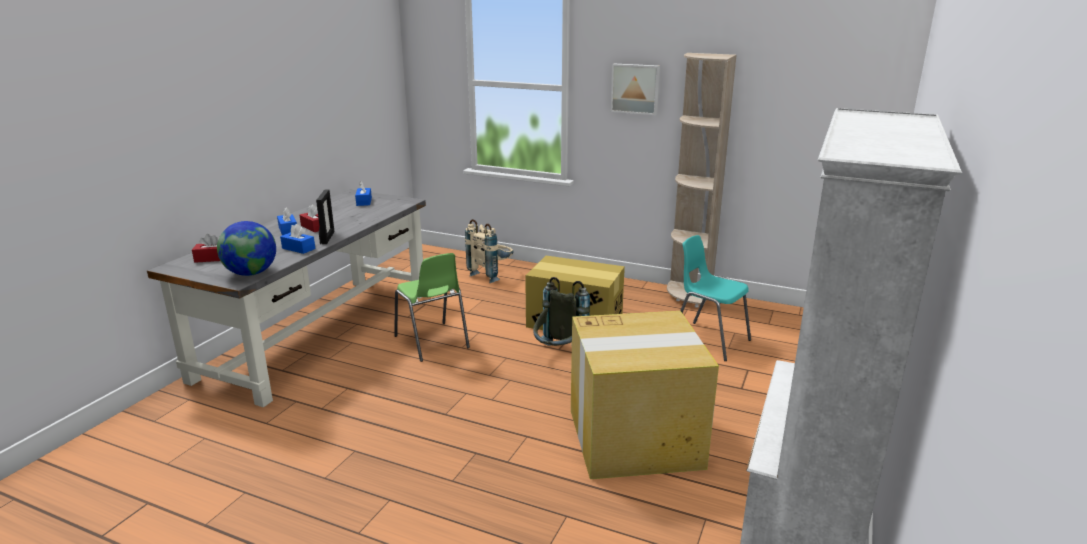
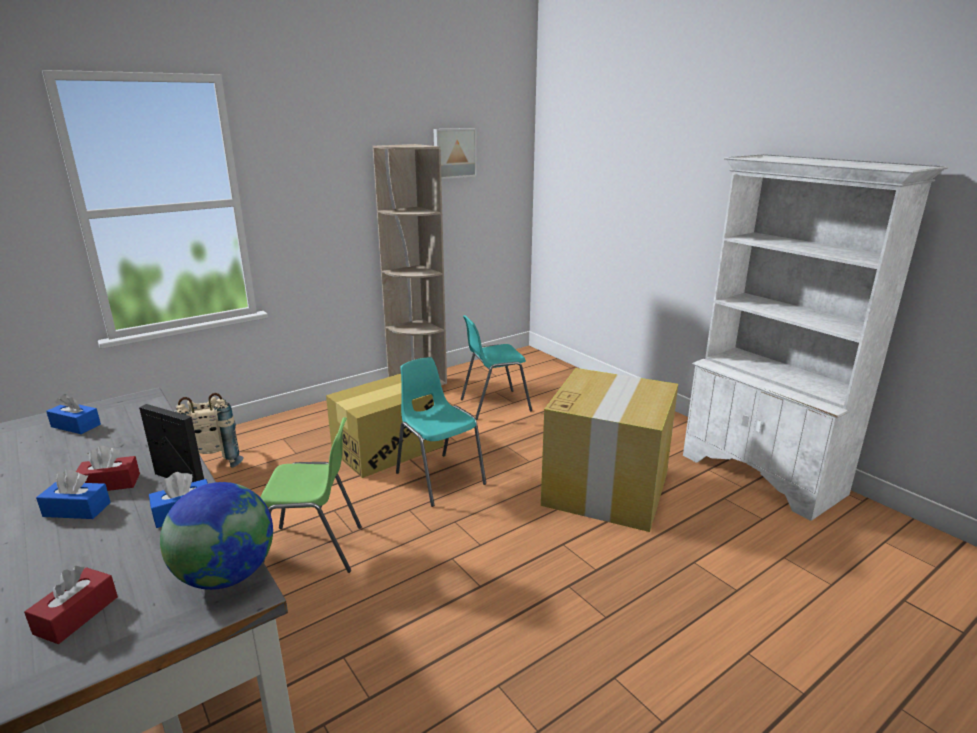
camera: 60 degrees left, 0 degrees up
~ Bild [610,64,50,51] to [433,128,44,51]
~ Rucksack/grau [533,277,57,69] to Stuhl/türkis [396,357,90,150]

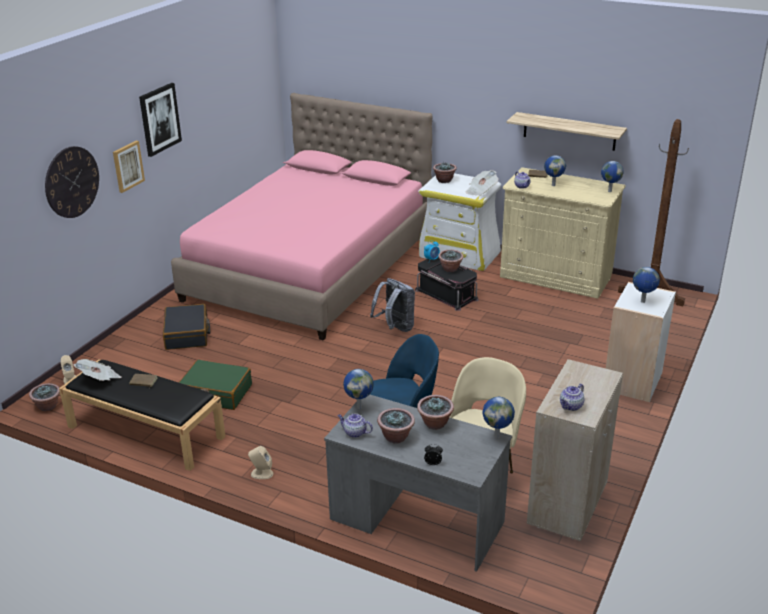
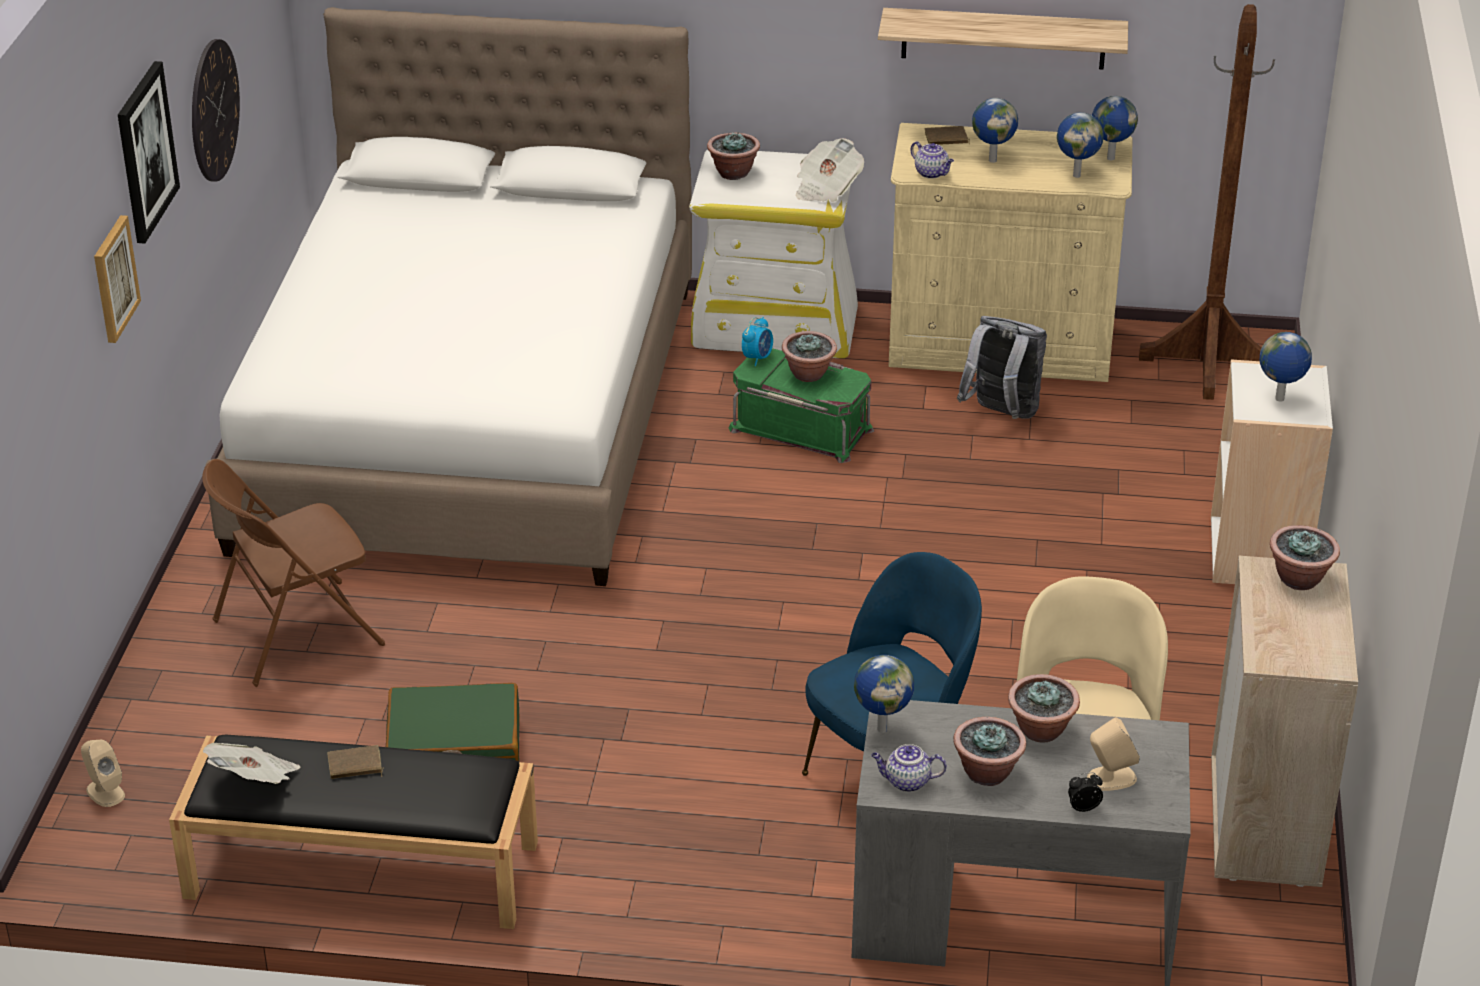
camera: 20 degrees left, 5 degrees up
- Teekanne [560,384,25,27]
~ Topfpflanze [29,383,31,28] to [1270,525,70,65]
~ Wanduhr [45,146,54,72] to [192,39,48,143]
~ Lautsprecher/beige [248,446,25,33] to [1087,717,53,74]
~ Rucksack/grau [370,278,45,54] to [957,316,90,103]
~ Globus [483,397,32,42] to [1057,112,47,66]
~ Koffer/schwarz [163,304,47,46] to Stuhl/braun [202,459,183,228]
~ Bett/rosa [171,93,261,247] to Bett/weiß [205,7,487,579]
~ Aufbewahrungsbox/schwarz [415,257,64,54] to Aufbewahrungsbox/grün [729,348,145,115]

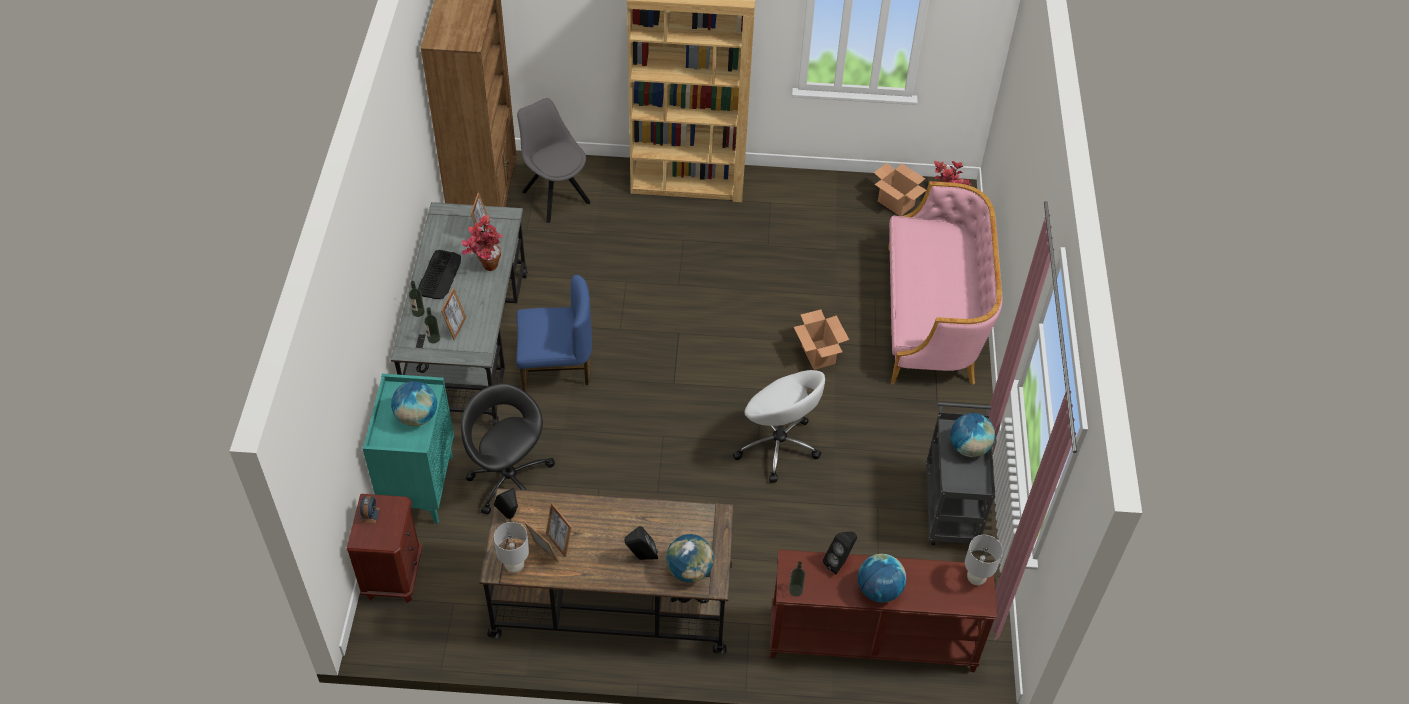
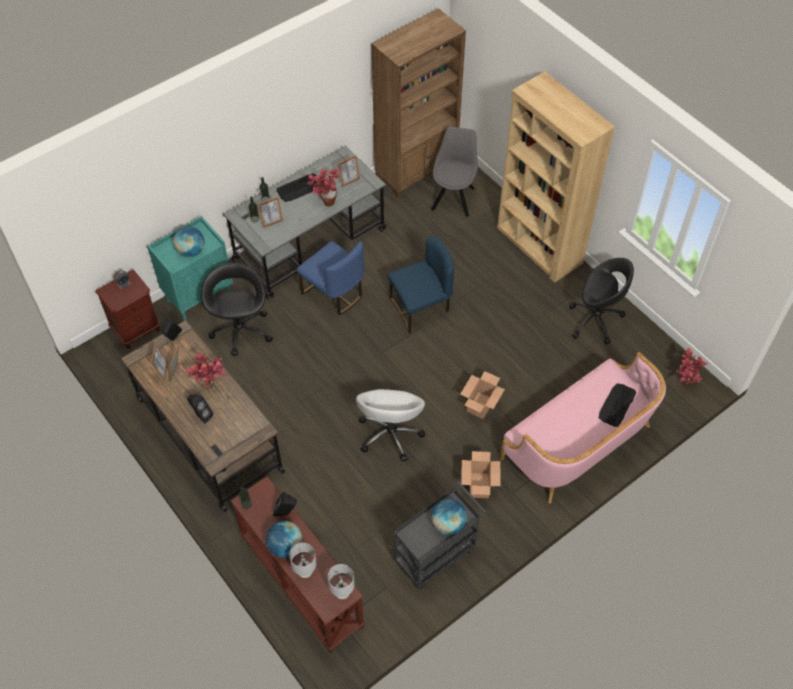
camera: 50 degrees right, 5 degrees up
- Globus [666,534,48,49]
+ Topfpflanze [185,353,40,36]
+ Stuhl/blau [388,236,66,97]
+ Bürostuhl/schwarz [569,258,65,86]
+ Tastatur [599,383,37,44]
~ Tischlampe/grau [494,522,35,51] to [289,543,28,35]
~ Karton [874,163,52,53] to [461,451,39,47]

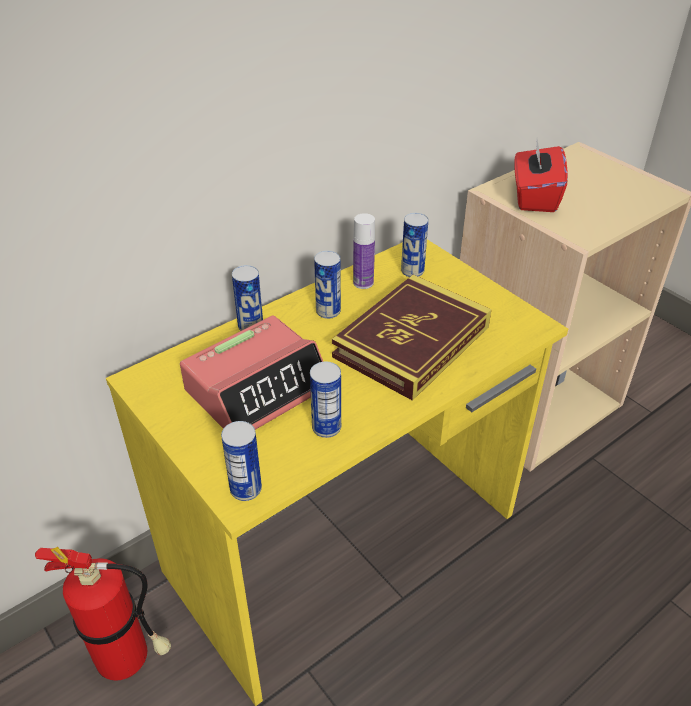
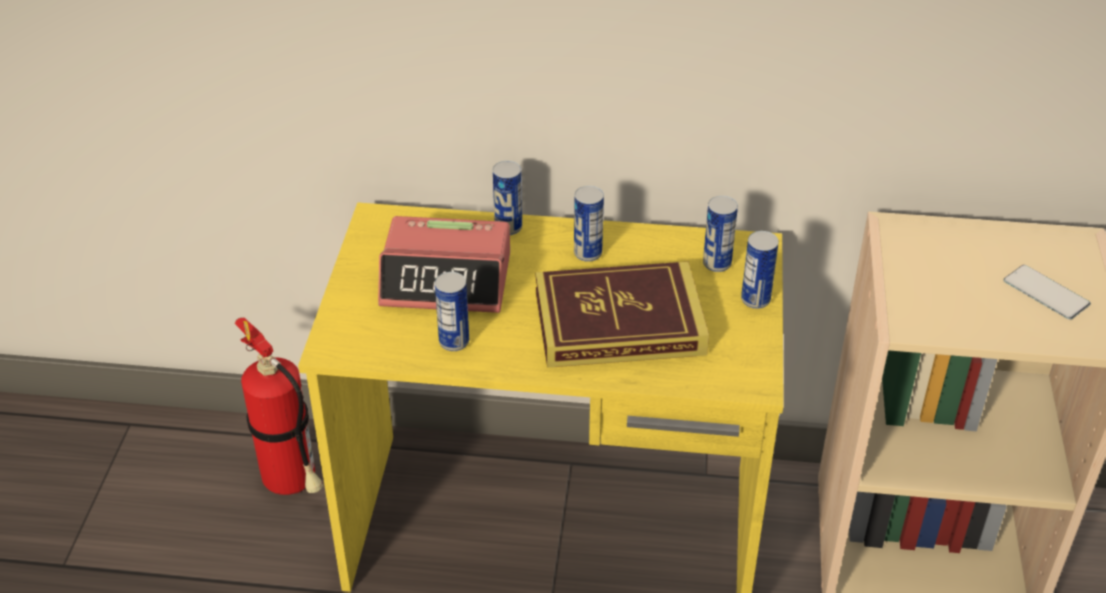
camera: 45 degrees right, 0 degrees up
- Flasche [353,213,22,76]
- Taschentuchbox/rot [514,140,54,72]
+ Handy [1003,265,88,55]
~ Dose [221,421,41,80] to [741,231,38,78]

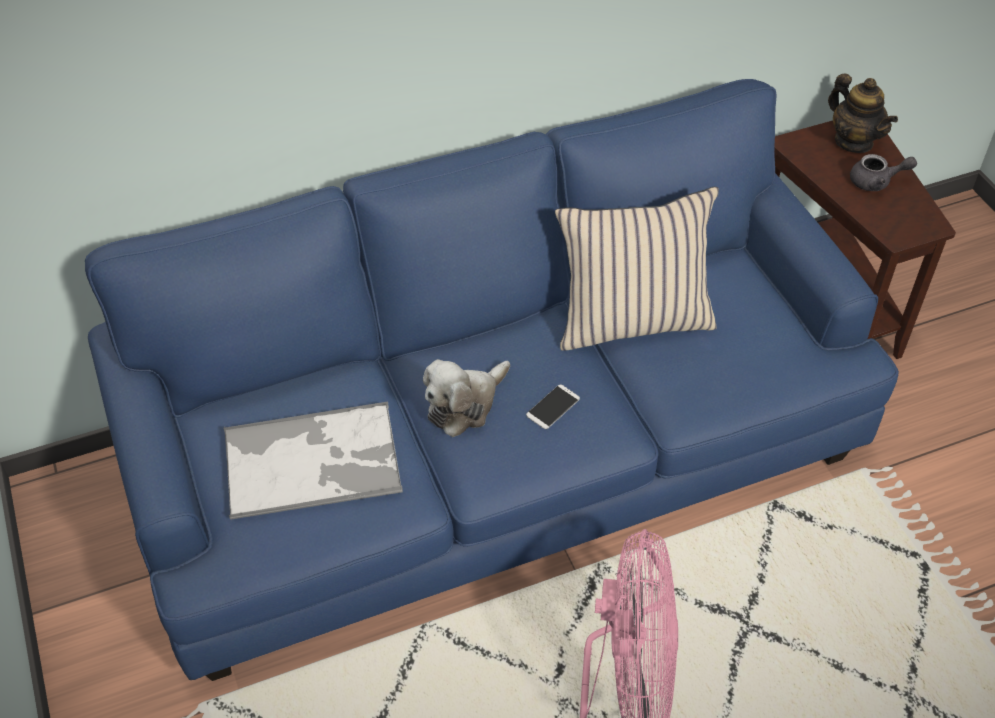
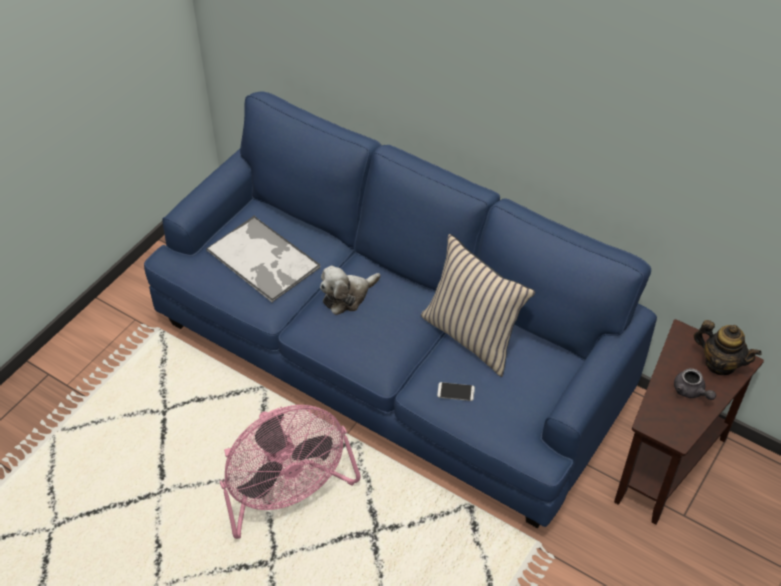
camera: 55 degrees right, 0 degrees up
~ Handy [526,385,54,44] to [437,382,38,19]
~ Plüschtier [423,359,87,78] = [320,265,61,50] 45 degrees counterclockwise
~ Teekanne [828,74,70,79] = [694,320,68,55] 75 degrees counterclockwise

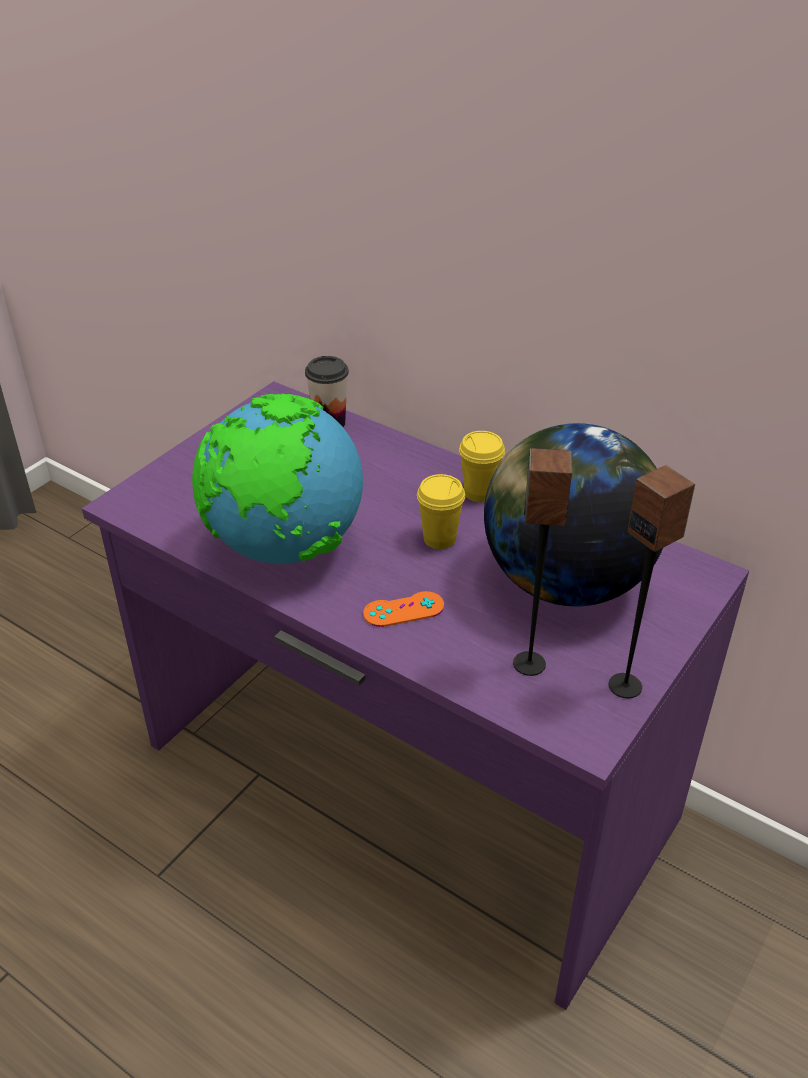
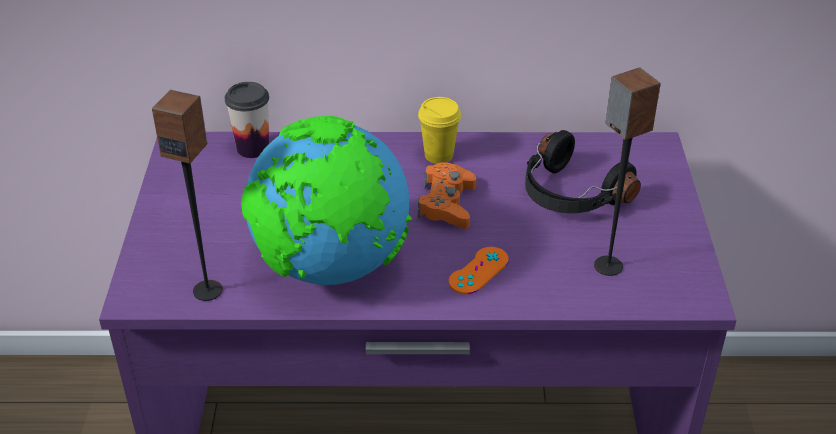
camera: 35 degrees left, 0 degrees up
~ Lautsprecher [609,465,86,233] to [152,90,71,211]
~ Tasse/gelb [417,474,48,75] to Gamepad/orange [418,162,58,67]
~ Globus [484,423,179,183] to Kopfhörer/schwarz [525,130,116,83]

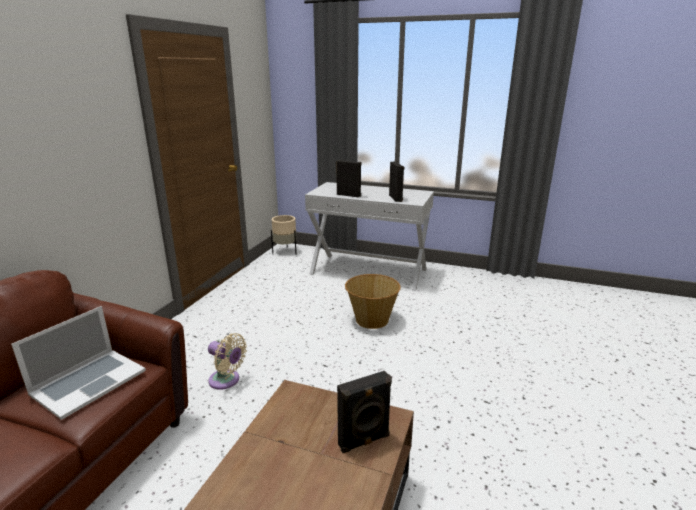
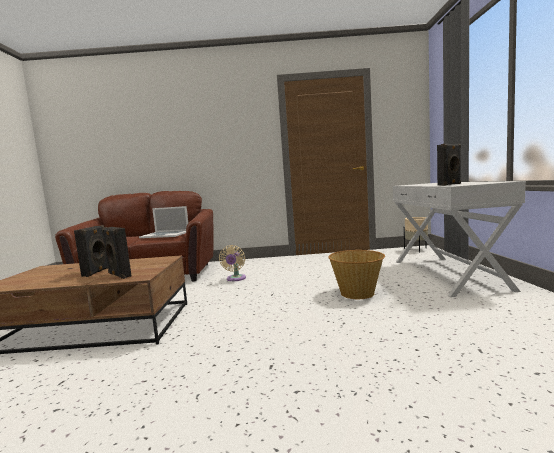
camera: 70 degrees right, 15 degrees down
~ Lautsprecher/schwarz [336,160,26,37] to [74,225,34,52]

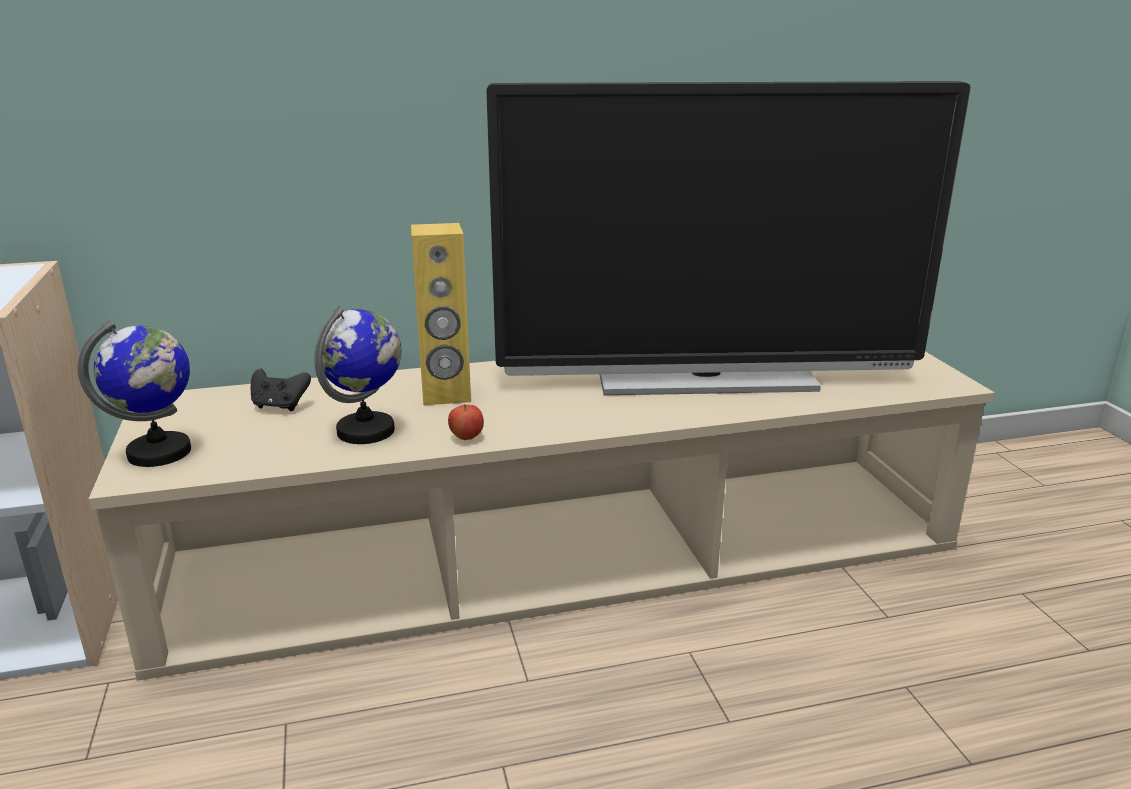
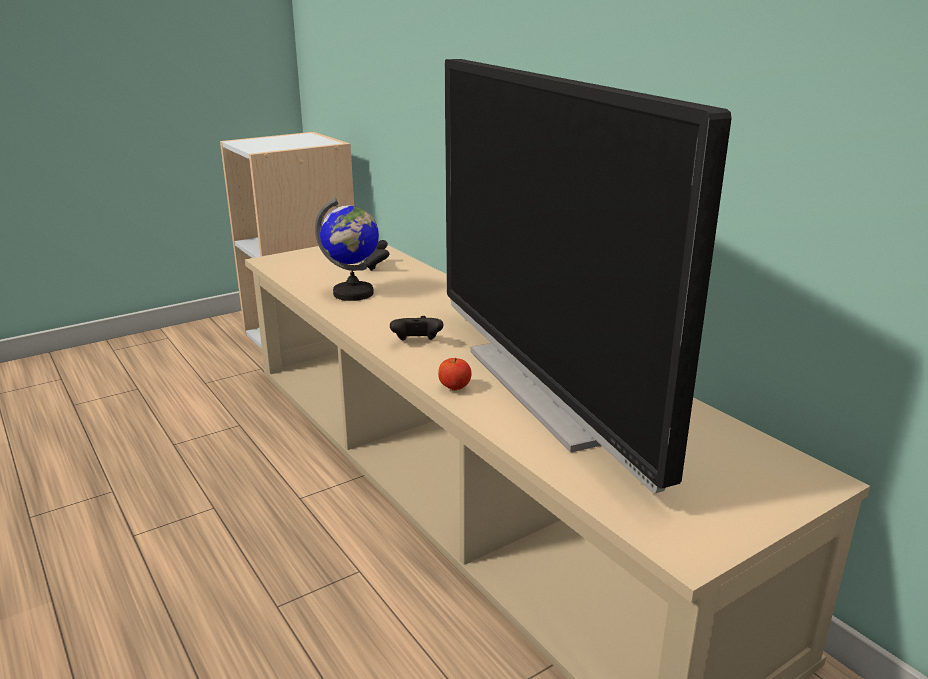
camera: 70 degrees right, 0 degrees up
- Globus [78,319,113,148]
- Lautsprecher/gelb [411,223,60,182]
+ Gamepad/schwarz [390,316,53,24]
~ Apfel [448,405,36,35] to [438,358,34,33]

